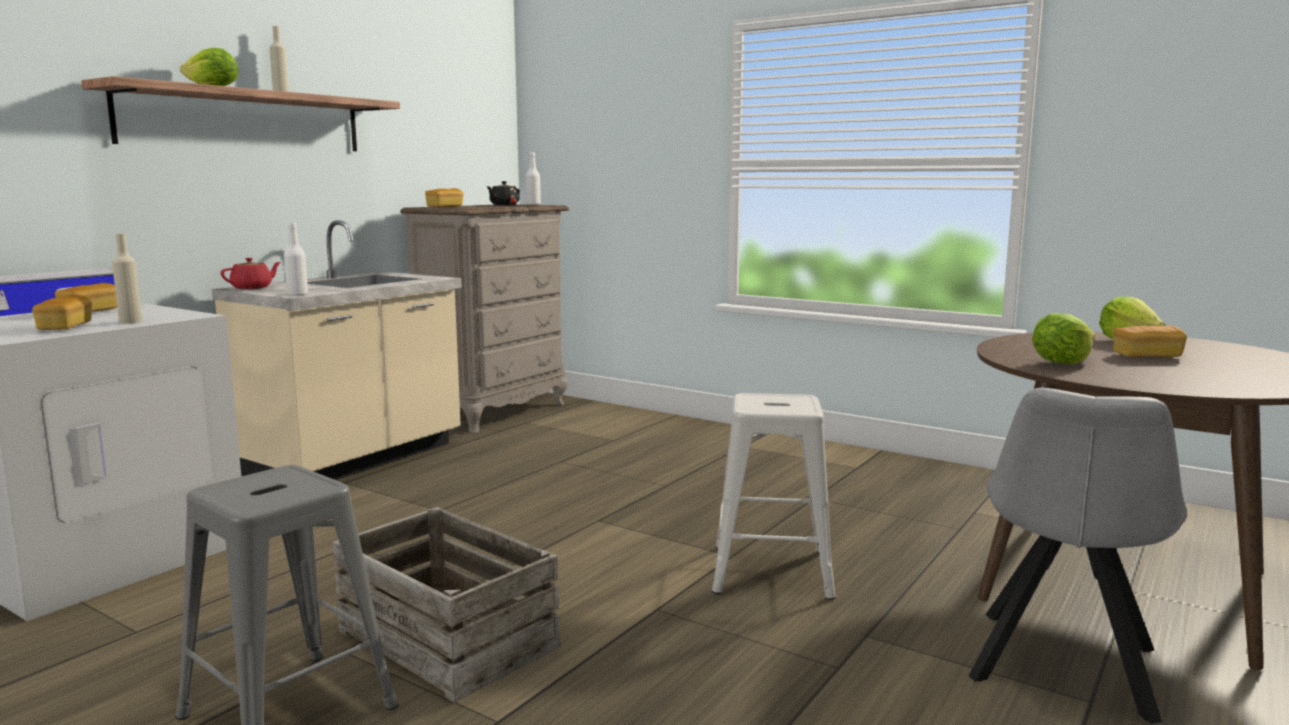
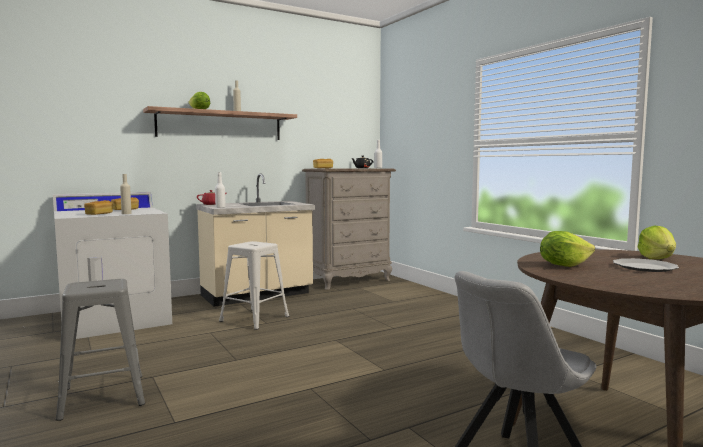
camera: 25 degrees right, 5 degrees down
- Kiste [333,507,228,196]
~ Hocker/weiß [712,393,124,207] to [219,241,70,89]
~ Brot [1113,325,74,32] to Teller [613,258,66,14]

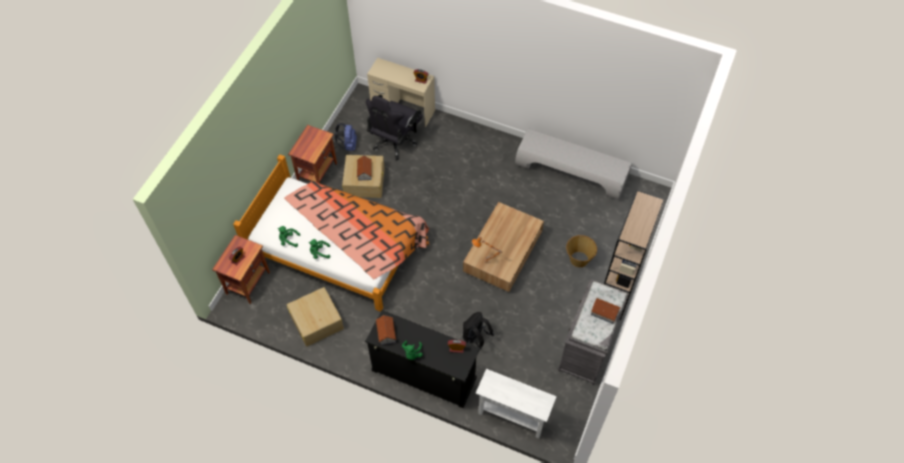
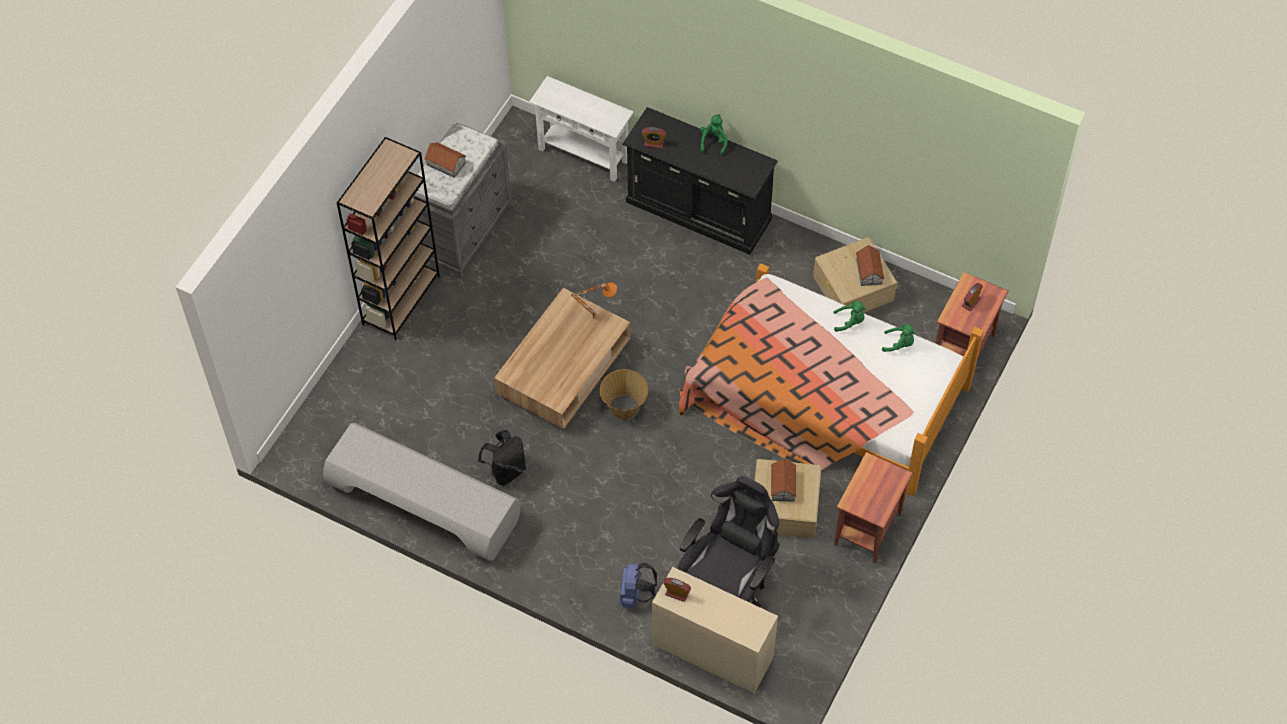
camera: 175 degrees left, 0 degrees up
~ Rucksack/blau [335,123,22,28] to [619,563,38,45]
~ Spielzeughaus [376,315,20,30] to [856,245,28,41]
~ Rucksack/schwarz [463,312,31,37] to [478,430,48,56]
~ Korb [566,235,31,32] to [600,369,48,51]

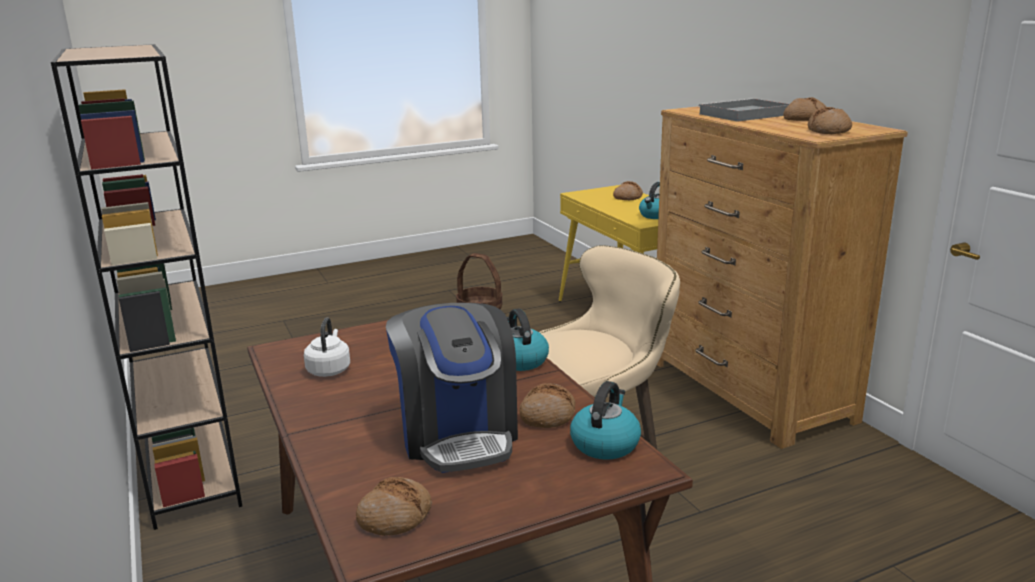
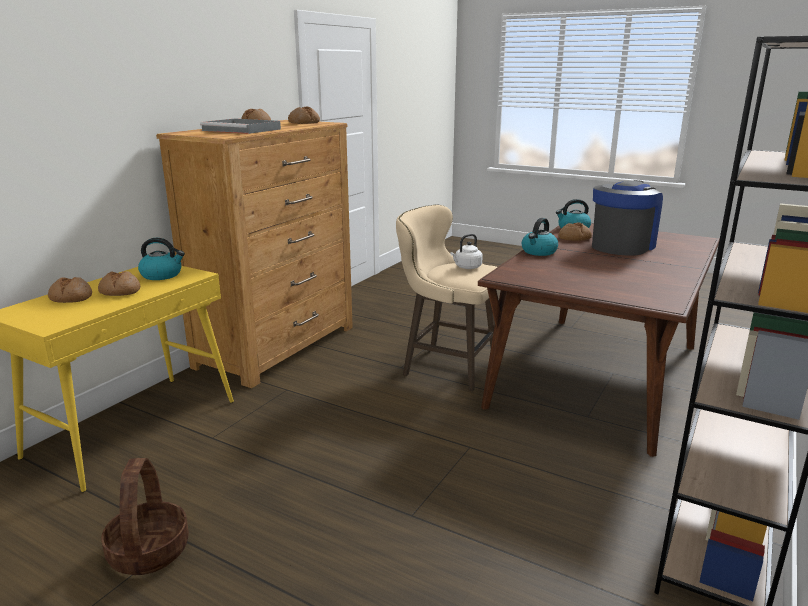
camera: 125 degrees left, 0 degrees up
~ Wasserkessel/weiß [304,317,46,60] to [450,234,33,35]
~ Brot [356,477,76,59] to [98,271,42,25]

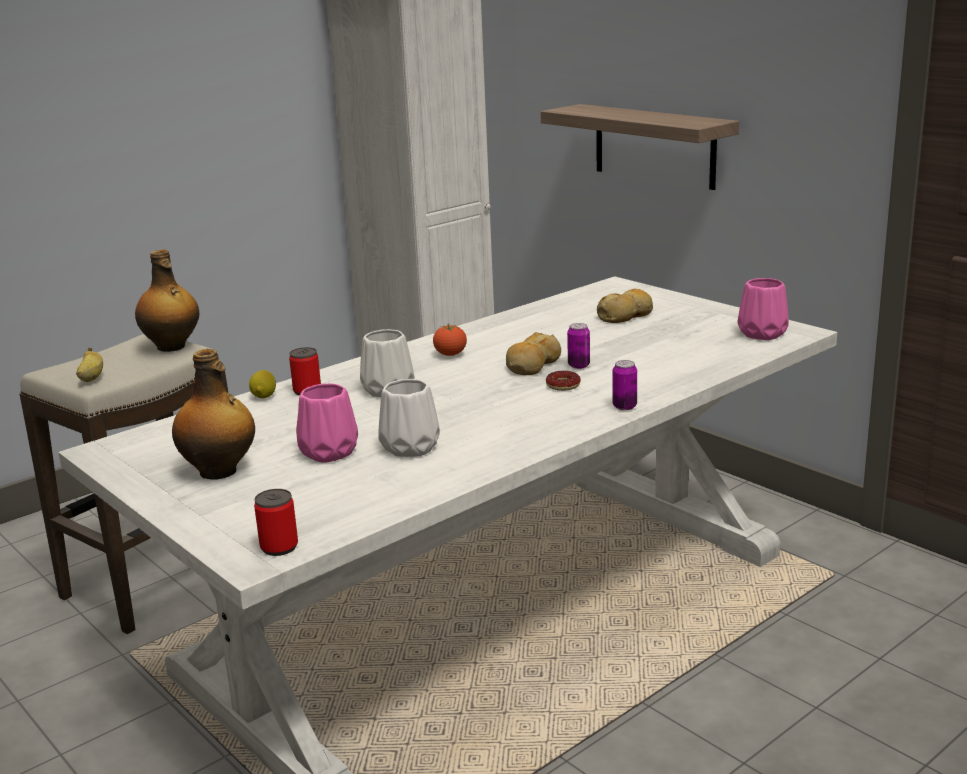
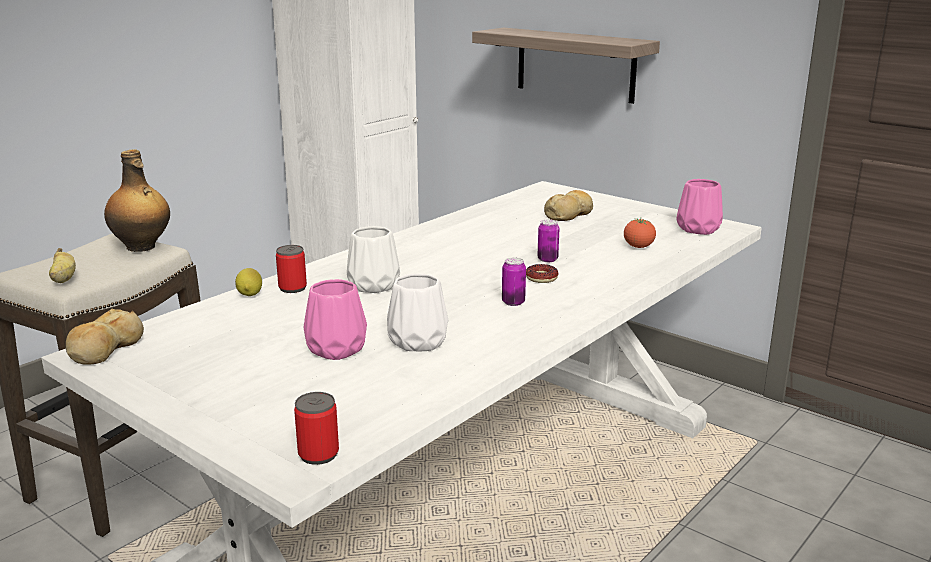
camera: 10 degrees left, 0 degrees up
- Flasche [172,349,83,131]
~ Tomate [433,324,34,32] to [624,218,32,30]
~ Brot [506,332,55,43] to [66,309,78,56]
~ Dose [613,360,24,50] to [502,258,24,48]

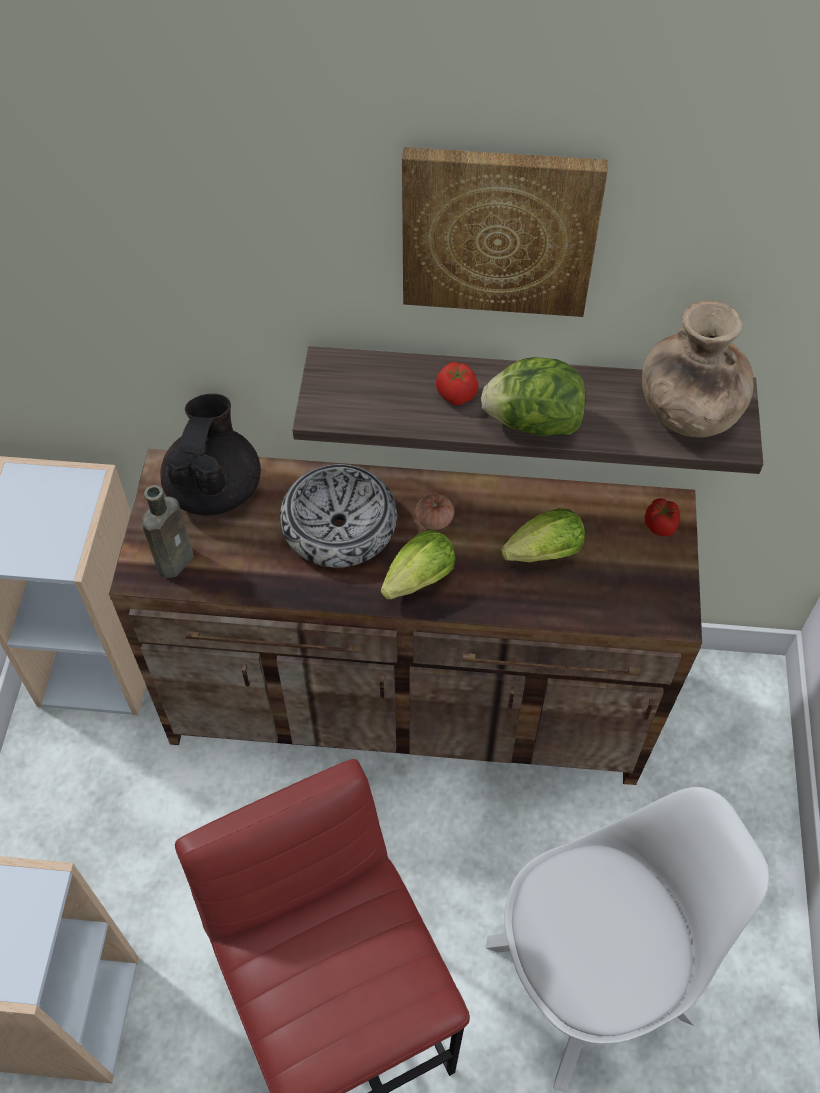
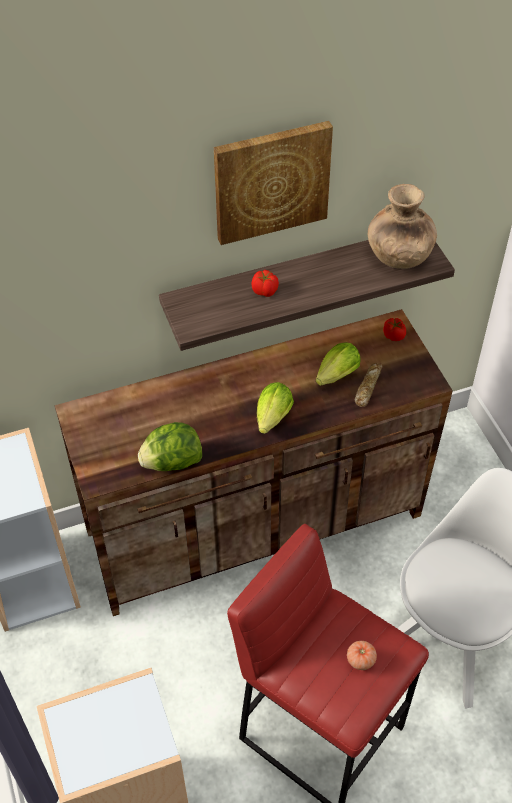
camera: 25 degrees left, 5 degrees down
- Flasche/braun [142,485,52,93]
- Teekanne/schwarz [160,394,101,122]
- Schüssel [280,464,117,104]
+ Brot [355,363,28,44]
~ Tomate [415,494,39,36] to [347,641,30,29]
~ Salatkopf [481,357,104,79] to [138,422,64,49]

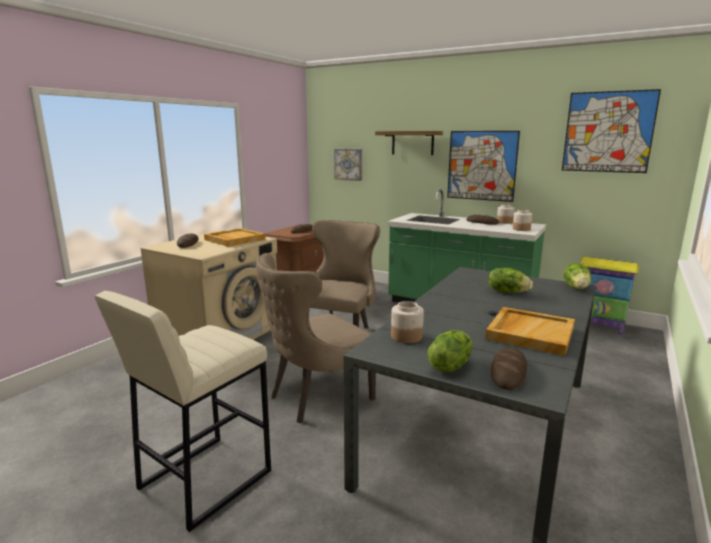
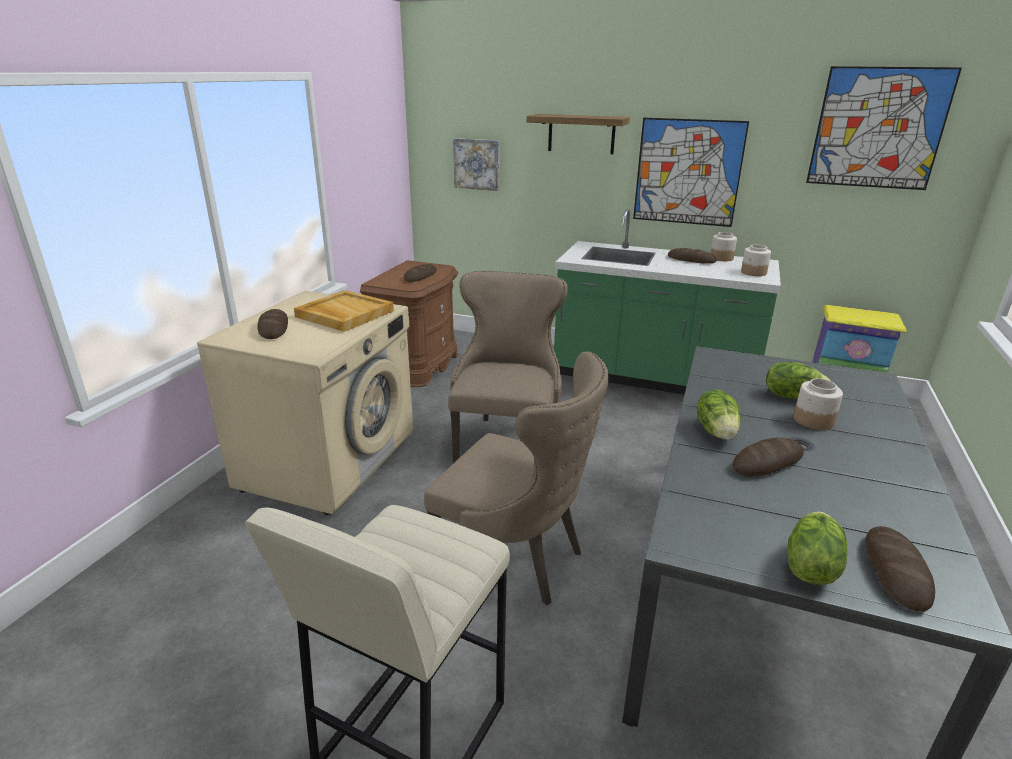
camera: 10 degrees left, 10 degrees up
- Tablett/beige [485,307,90,49]
+ Brot [732,438,72,38]
~ Vorratsglas [391,301,33,42] to [794,379,49,51]
~ Salatkopf [564,263,27,26] to [697,390,44,50]
~ Stuhl/beige [256,253,120,170] = [424,351,185,254] 105 degrees counterclockwise

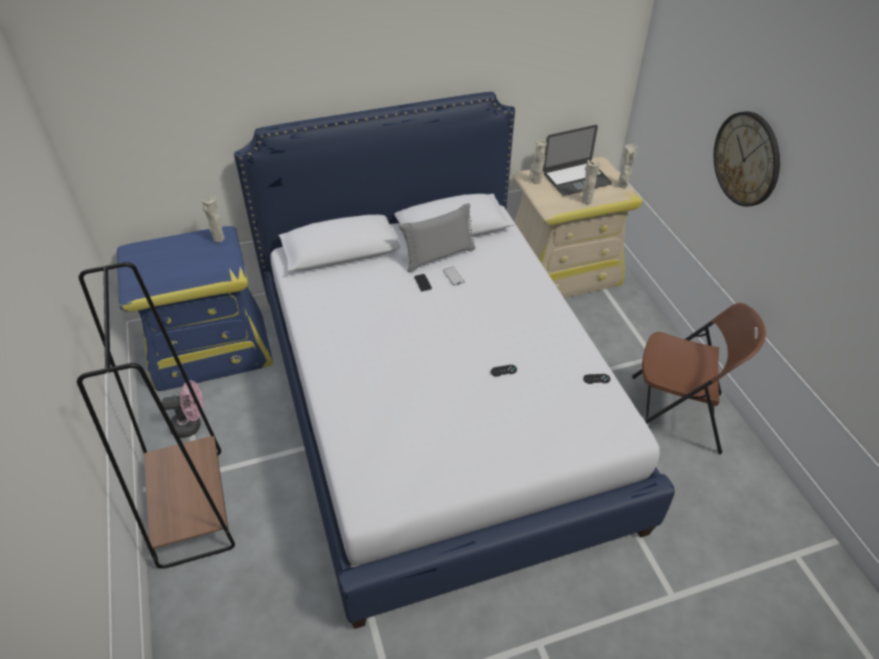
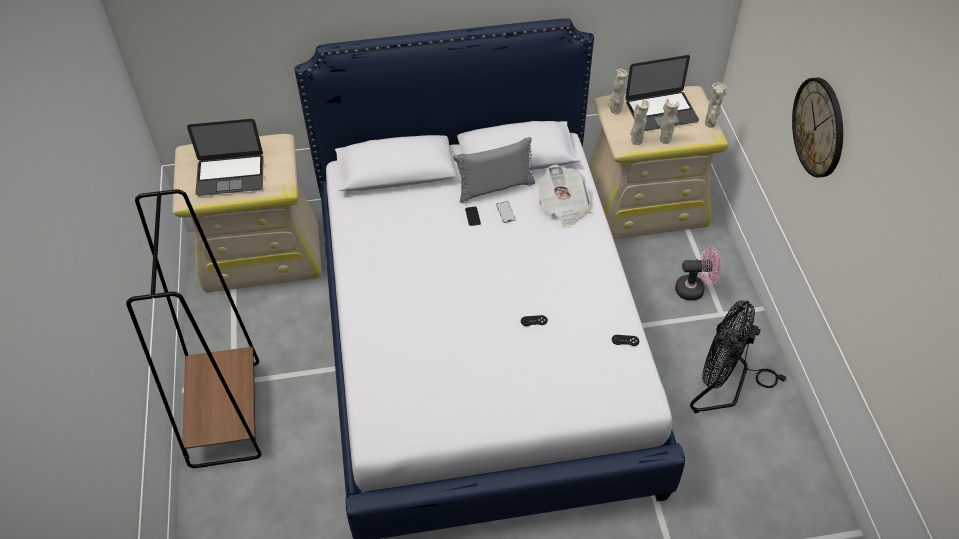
camera: 10 degrees right, 5 degrees up
+ Laptop [187,119,77,77]
+ Zeitung [538,164,53,64]
~ Ventilator/rosa [162,380,41,58] to [675,247,46,54]
~ Vase/beige [202,196,23,46] to [630,100,19,45]
~ Stuhl/braun [632,303,134,152] to Ventilator/schwarz [690,301,97,112]
~ Nachttisch/blau [117,226,156,165] to Nachttisch/beige [172,134,150,158]

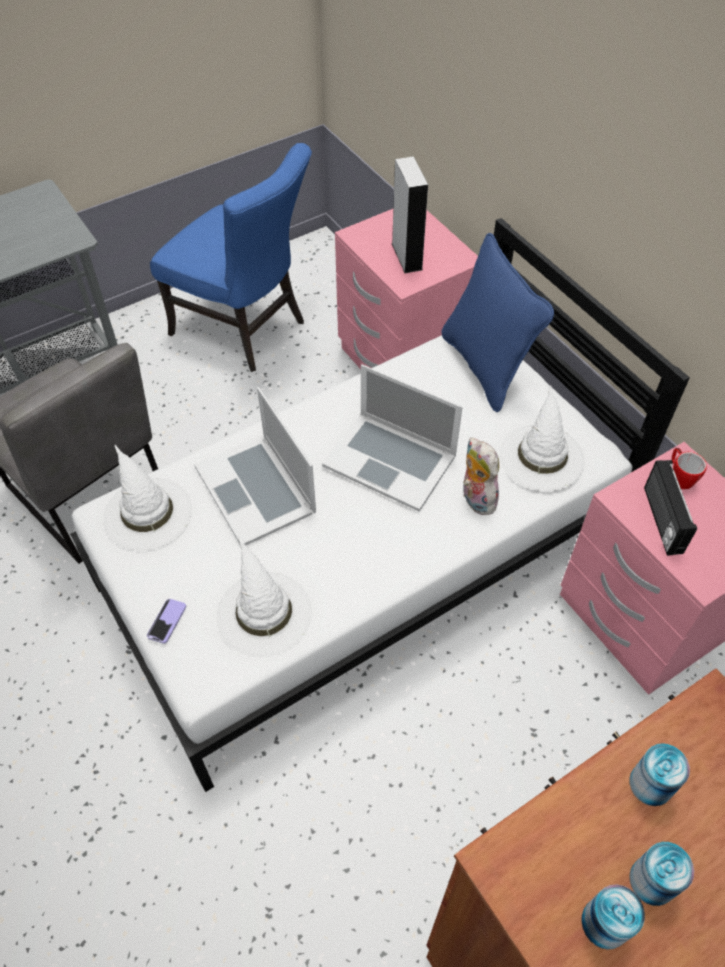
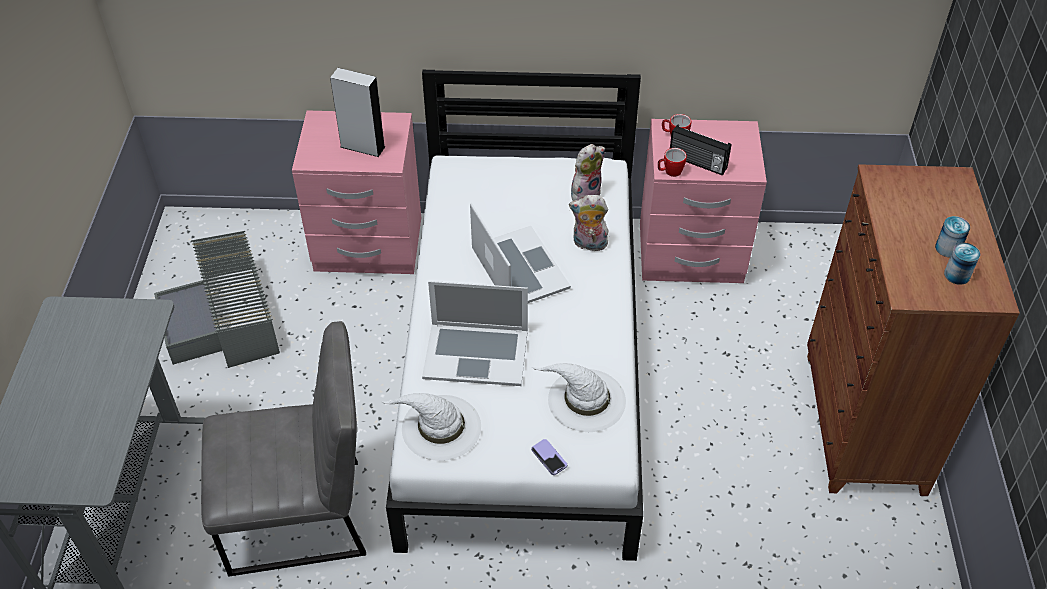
camera: 55 degrees left, 5 degrees down
- Kissen/blau [441,233,113,179]
- Dose [629,743,61,63]
+ Henkelbecher [658,148,29,29]
~ Stuhl/blau [150,143,162,229] to Aufbewahrungsbox/grau [154,231,126,137]
~ Hut/weiß [500,385,85,106] to Plüschtier [571,144,34,57]
~ Laptop [322,364,141,147] = [470,203,101,100] 90 degrees counterclockwise

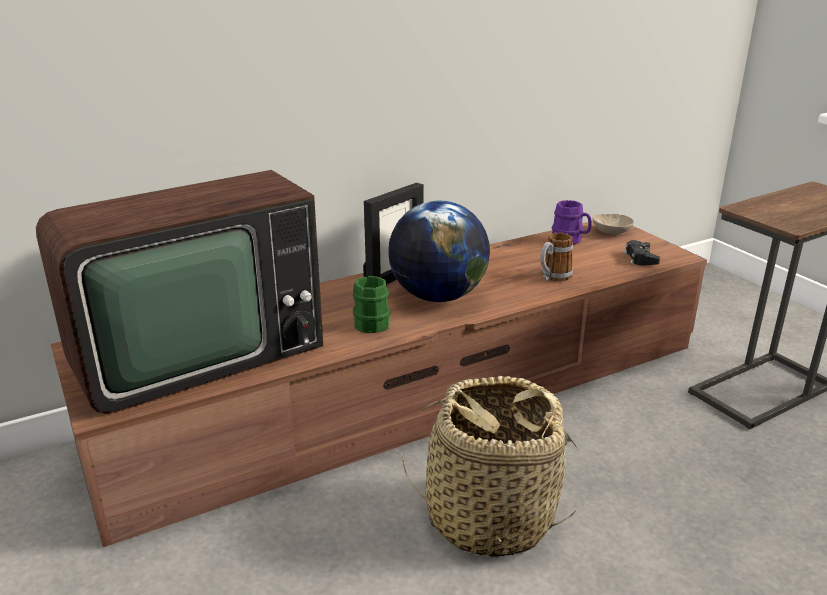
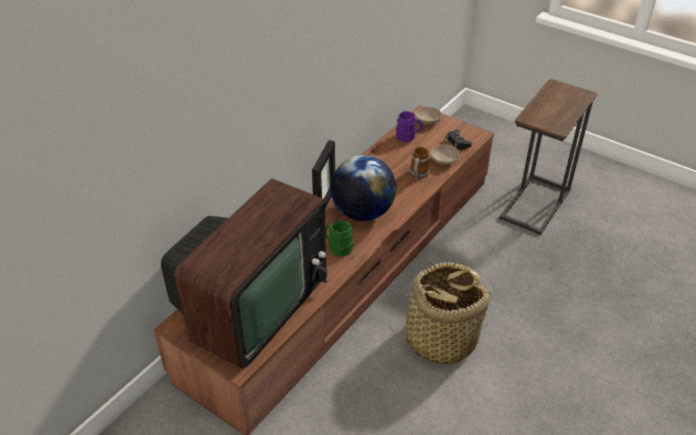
camera: 25 degrees left, 15 degrees up
+ Schüssel/beige [430,144,29,21]

